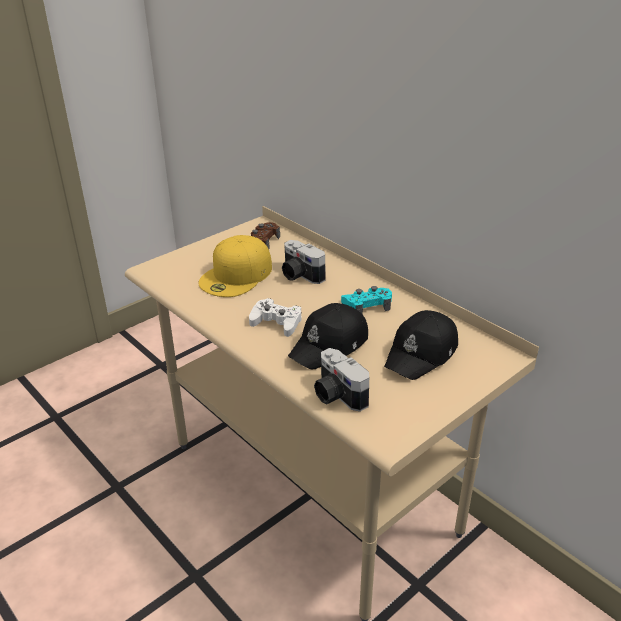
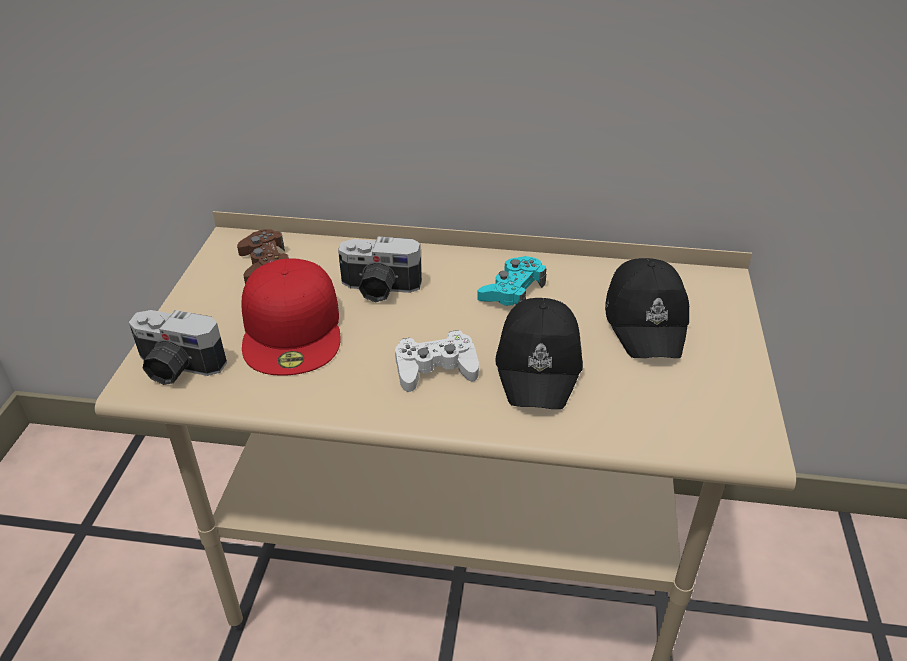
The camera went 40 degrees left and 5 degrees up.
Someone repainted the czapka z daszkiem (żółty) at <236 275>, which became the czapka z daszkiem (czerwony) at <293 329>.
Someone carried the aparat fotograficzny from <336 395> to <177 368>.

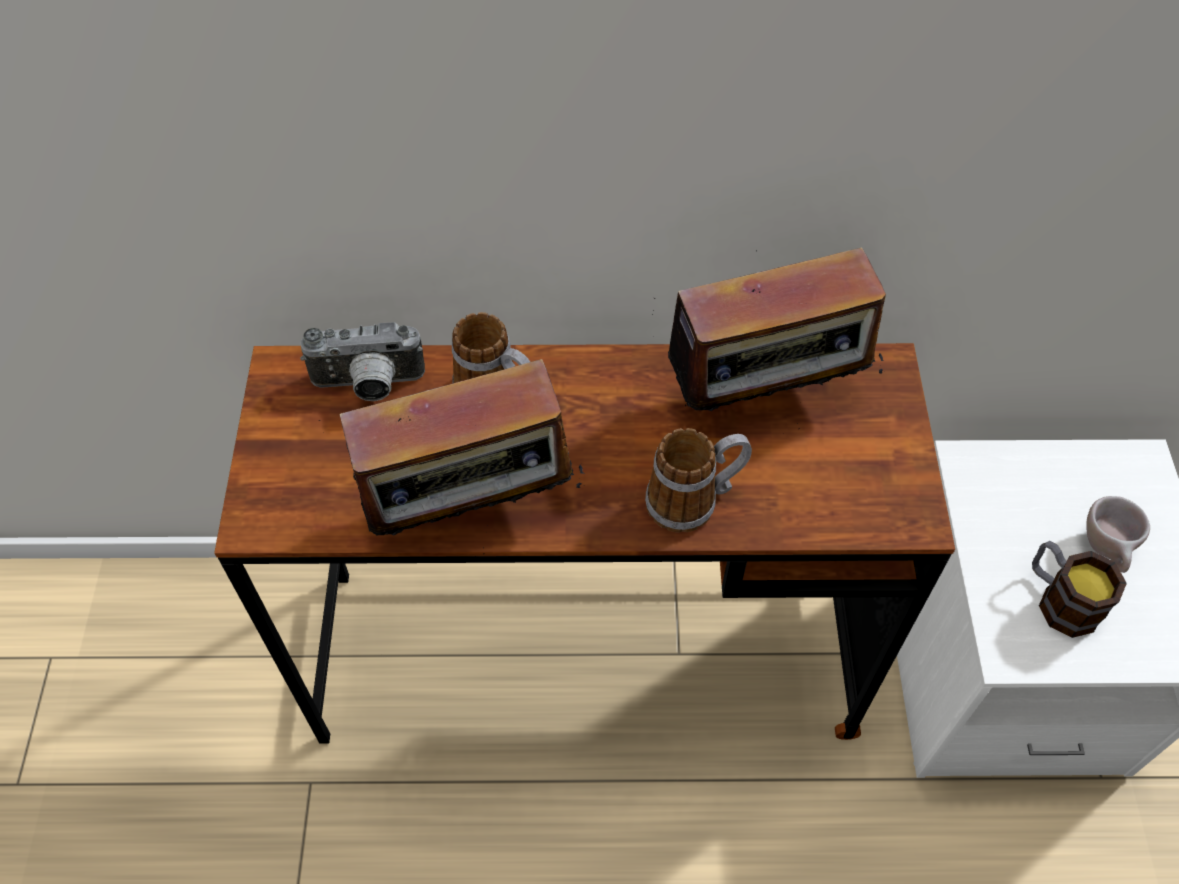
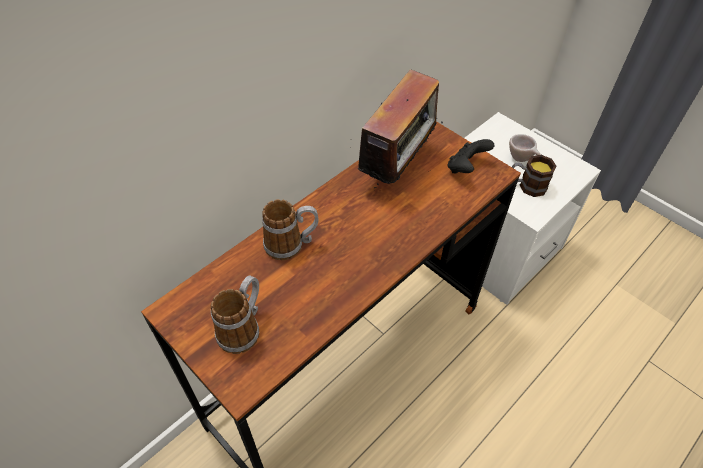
The camera went 45 degrees left and 5 degrees down.
Someone took away the aparat fotograficzny at <368 386>.
Someone took away the radio at <471 510>.
Someone carried the kubek from <694 500> to <243 327>.
Someone put down the pad do gier (czarny) at <466 168>.

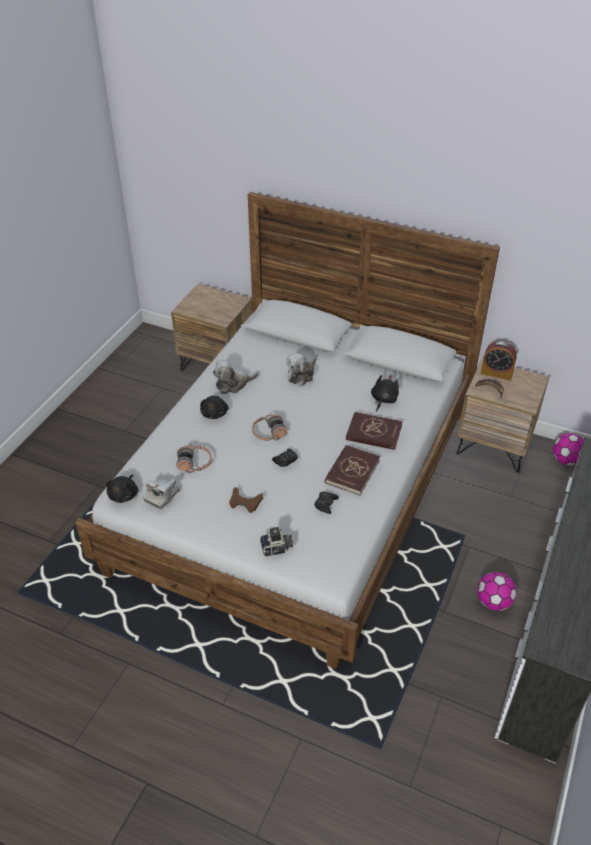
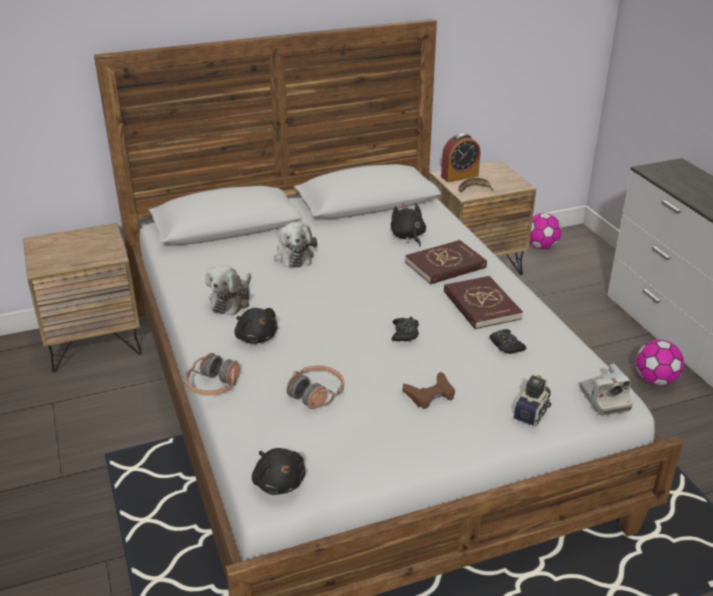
The camera went 45 degrees left and 10 degrees down.
Someone carried the słuchawki from <269 433> to <213 385>.
Someone carried the aparat fotograficzny from <162 496> to <604 399>.

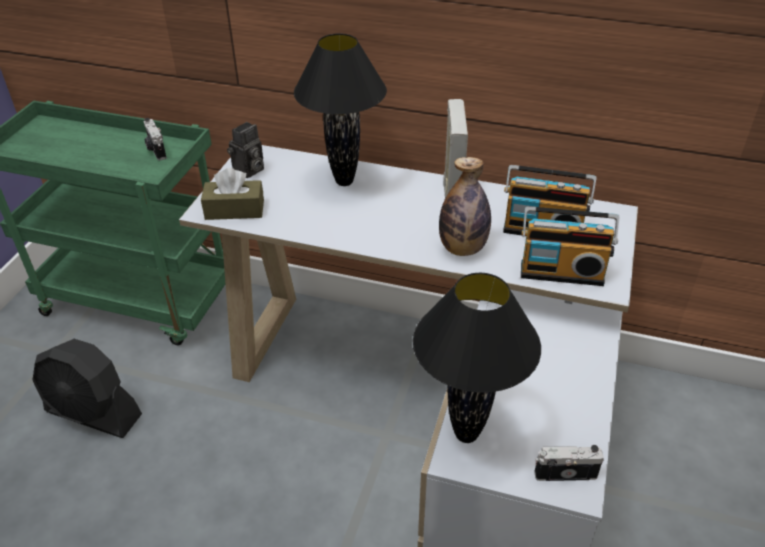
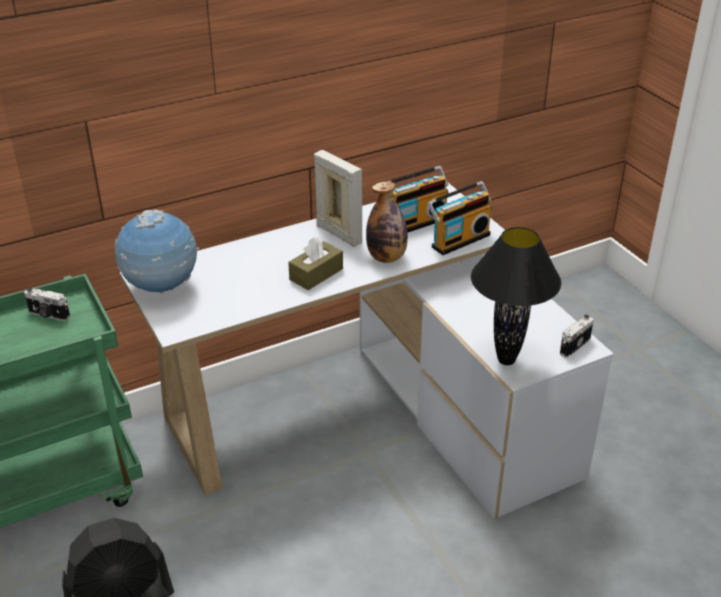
The camera went 45 degrees left and 5 degrees down.
Someone took away the lampa stołowa (czarny) at <344 181>.
Someone swapped the aparat fotograficzny at <248 171> for the globus at <161 288>.
Someone carried the pudełko chusteczek (brązowy) from <234 210> to <316 274>.

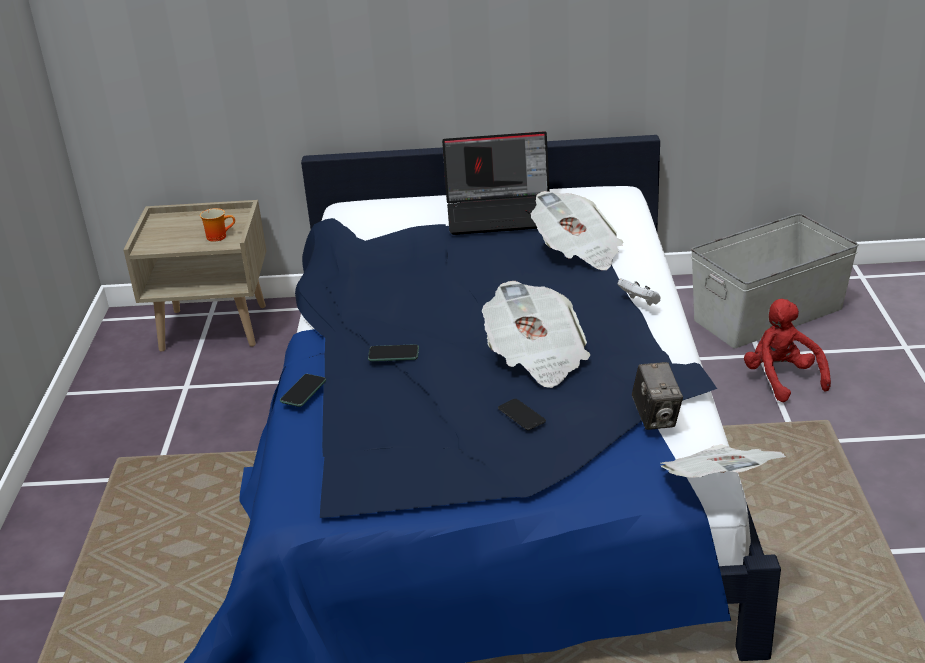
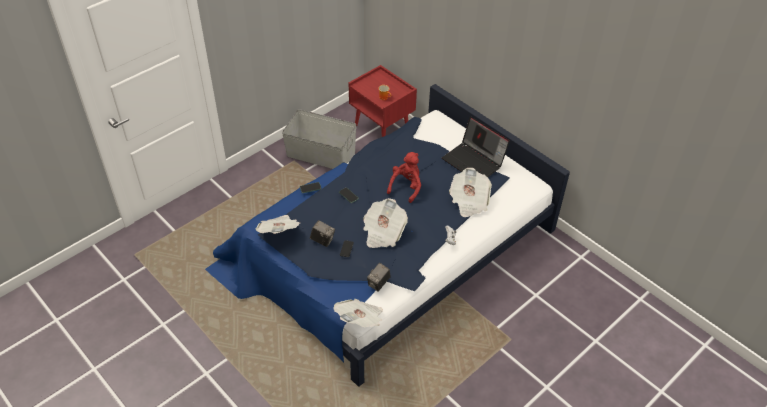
The camera went 45 degrees right and 15 degrees up.
Someone repainted the szafka nocna (beżowy) at <215 327>, which became the szafka nocna (czerwony) at <382 127>.
Someone carried the pojemnik do przechowywania (szary) from <766 314> to <320 154>.
Someone carried the pluszak (czerwony) from <781 379> to <406 187>.
Someone put down the gazeta at <279 232>.
Someone put down the aparat fotograficzny at <322 240>.

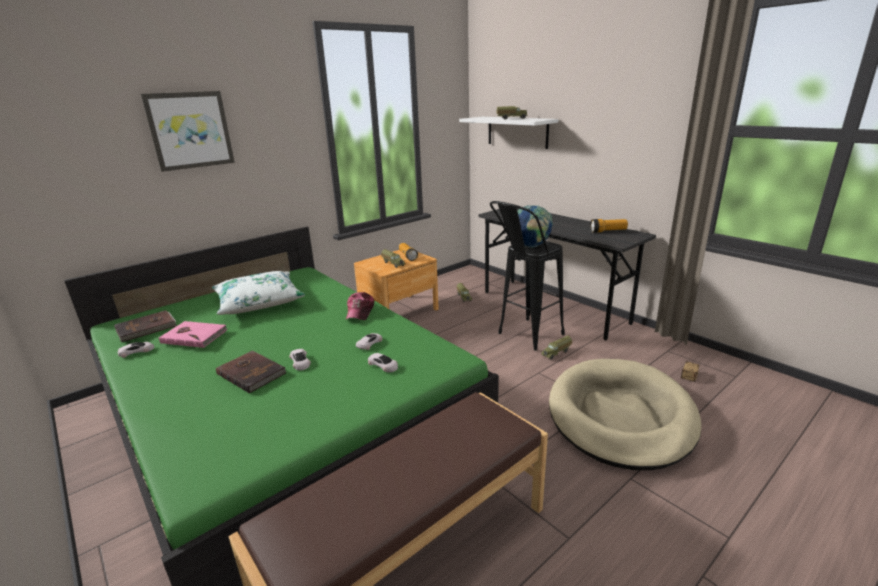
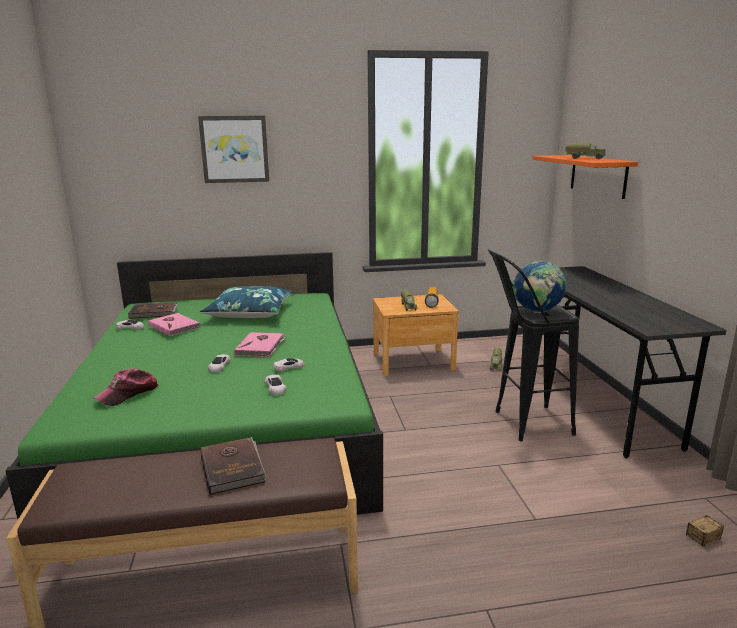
The camera went 30 degrees right and 5 degrees down.
Someone repainted the półka (biały) at <517 132>, which became the półka (pomarańczowy) at <598 175>.
Someone took away the latarka at <608 231>.
Someone repainted the poduszka (biały) at <259 302>, which became the poduszka (niebieski) at <250 312>.
Someone carried the czapka z daszkiem from <360 312> to <128 394>.
Someone took away the ciężarówka zabawkowa at <556 353>.
Someone carried the książka (brązowy) from <252 373> to <233 467>.
Someone took away the legowisko (beżowy) at <620 416>.
Someone put down the książka (różowy) at <261 347>.

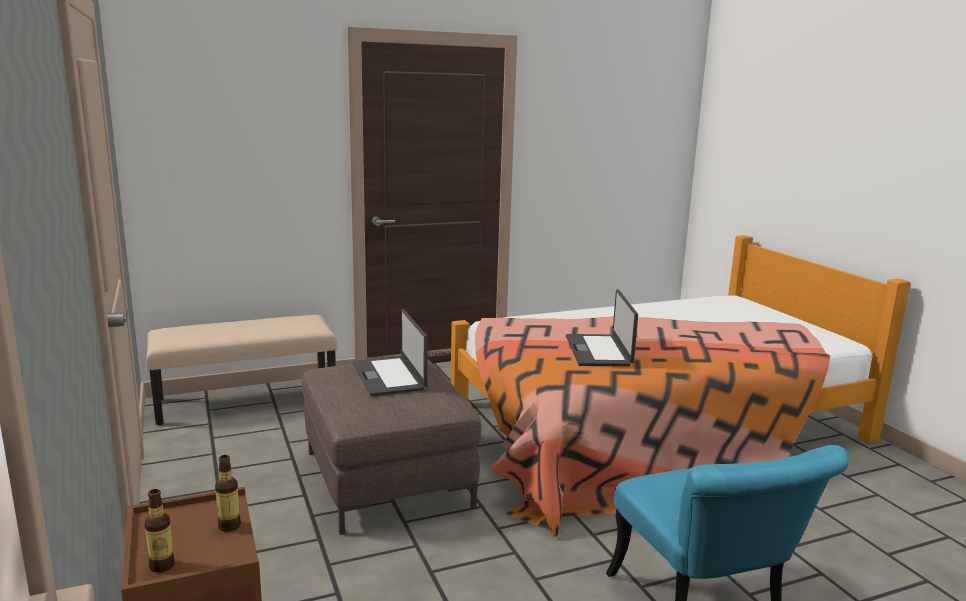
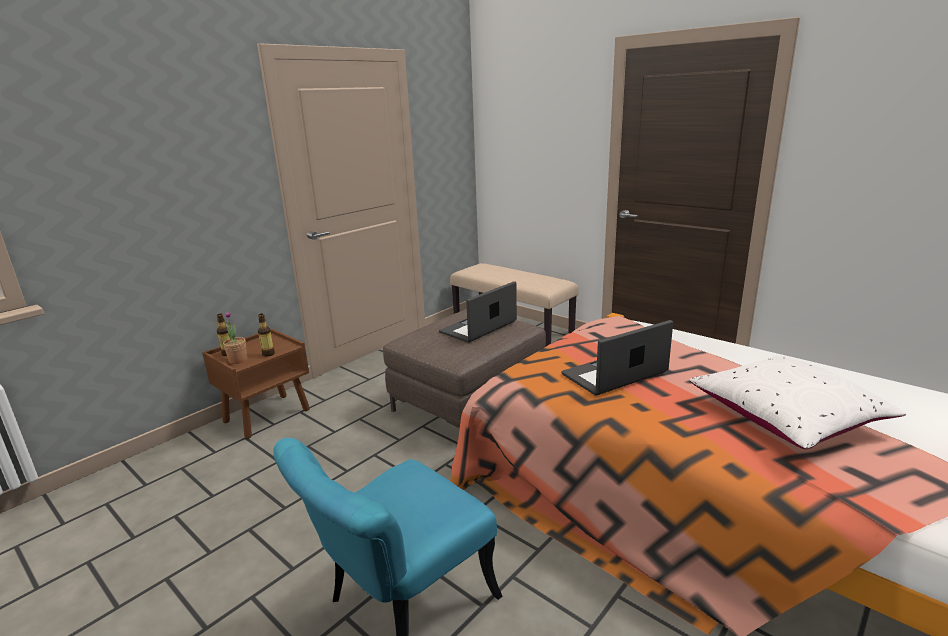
The camera went 65 degrees right and 5 degrees up.
Someone put down the roślina doniczkowa at <238 360>.
Someone put down the poduszka (biały) at <786 417>.

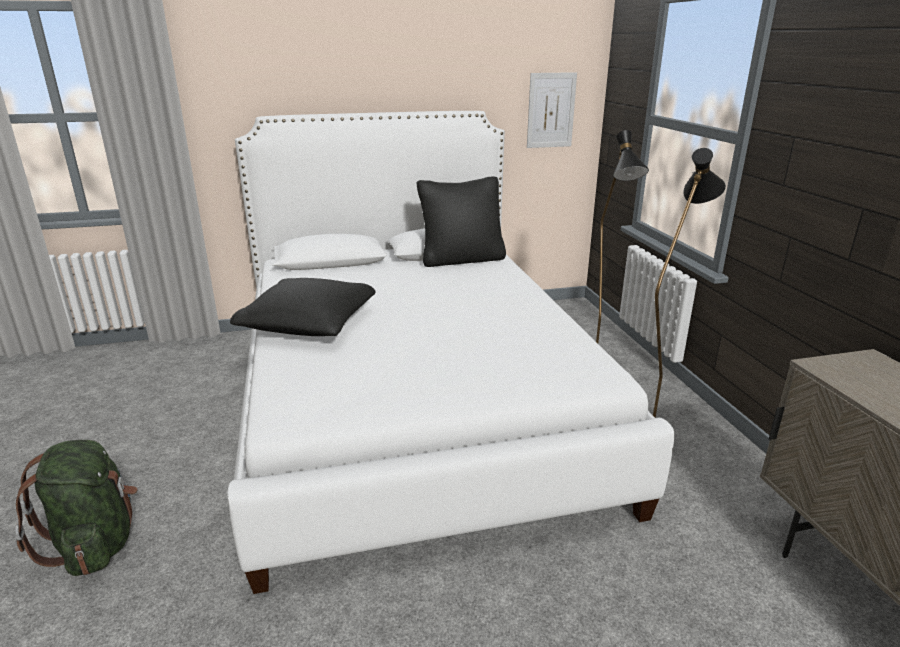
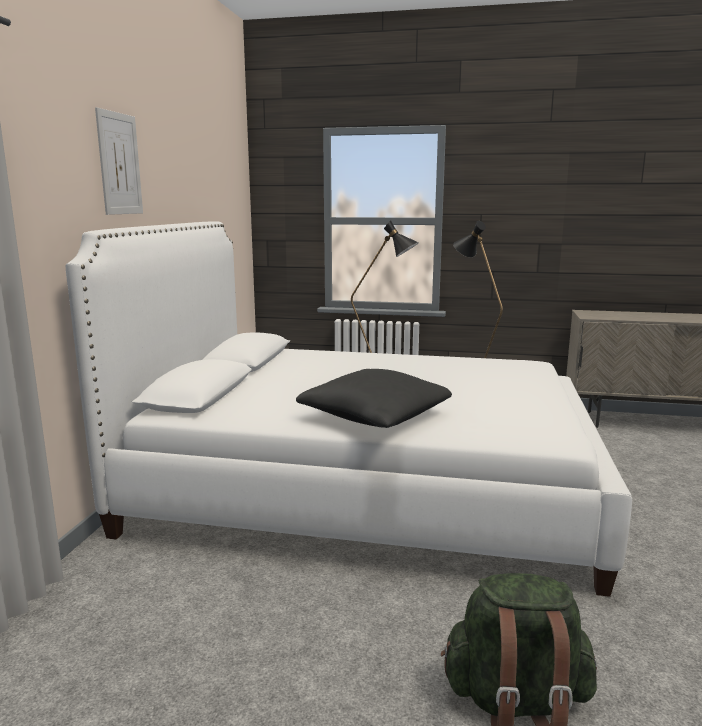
The camera went 65 degrees left and 10 degrees down.
Someone carried the obraz from <551 110> to <119 164>.
Someone took away the poduszka (czarny) at <461 259>.

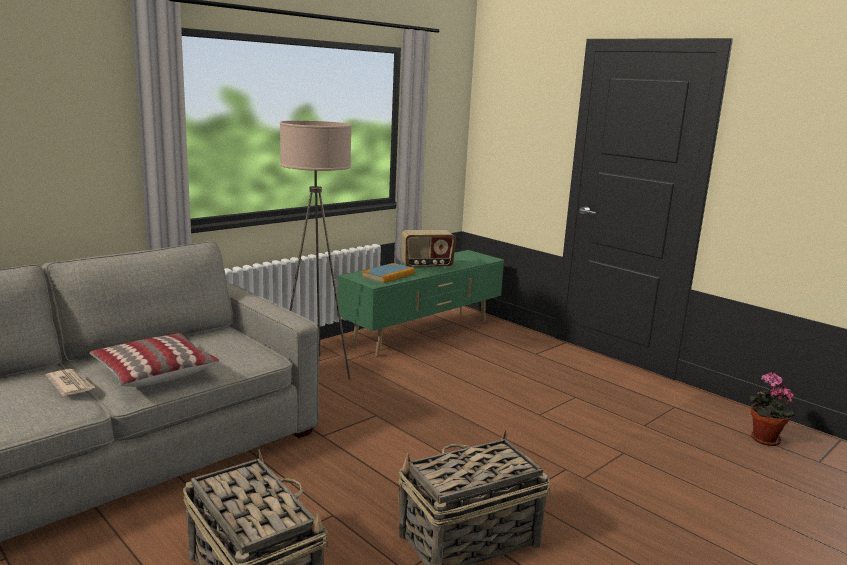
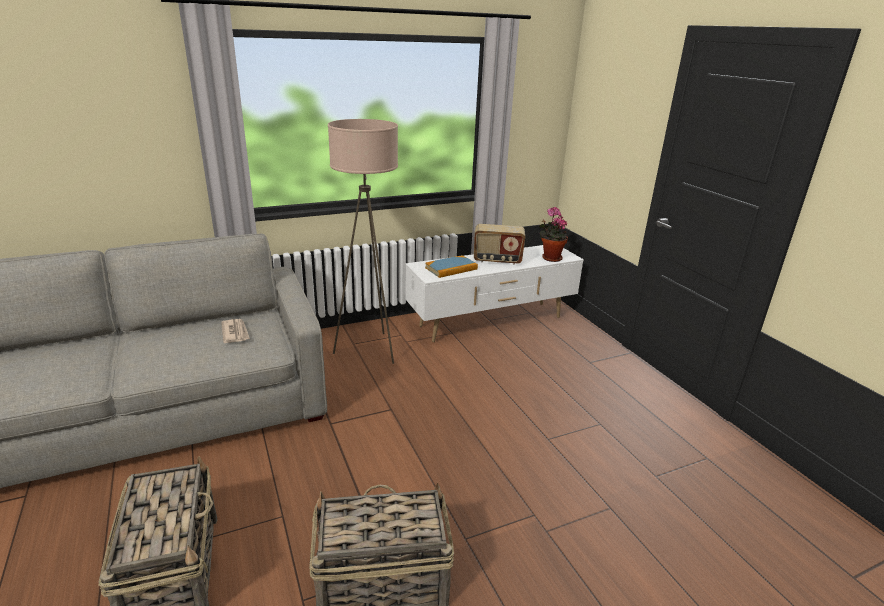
The camera went 20 degrees right and 10 degrees up.
Someone repainted the szafka pod telewizor (zielony) at <423 334>, which became the szafka pod telewizor (biały) at <492 322>.
Someone took away the poduszka at <154 371>.
Someone carried the gazeta from <70 384> to <235 332>.
Someone carried the roślina doniczkowa from <762 439> to <550 258>.

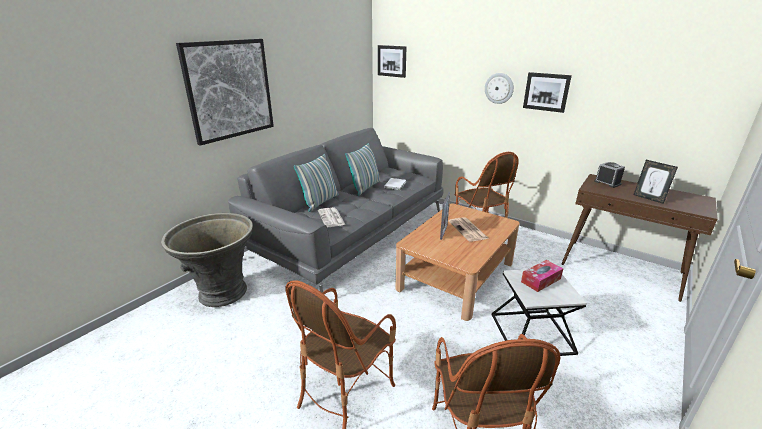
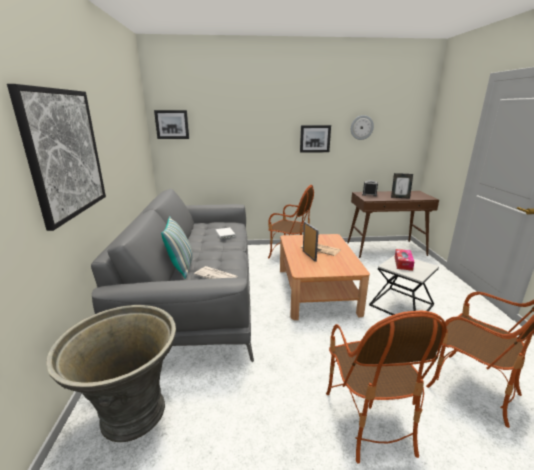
The camera went 40 degrees left and 5 degrees down.
Someone carried the zegar ścienny from <499 88> to <361 127>.
Someone took away the poduszka at <365 187>.

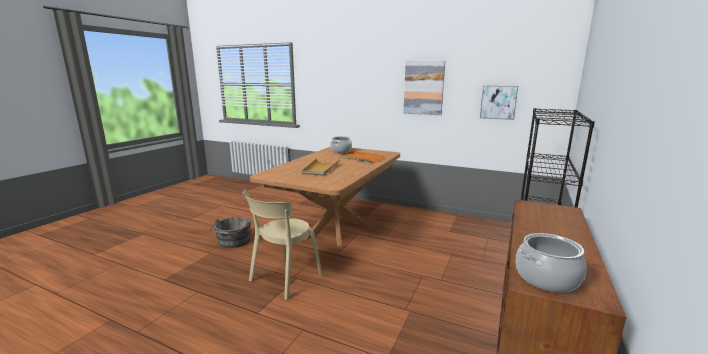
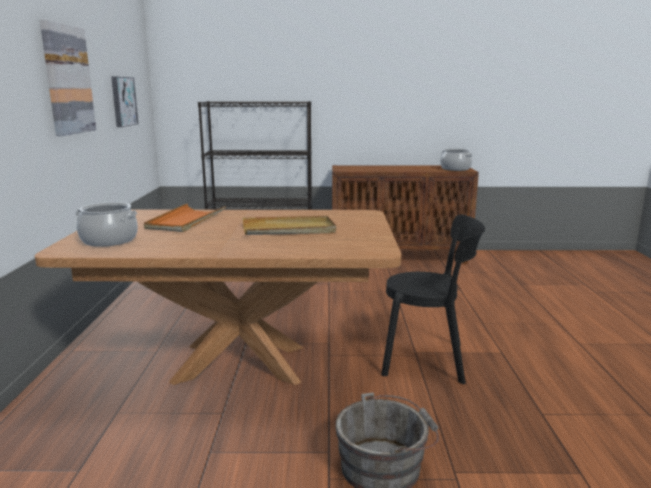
The camera went 115 degrees left and 0 degrees up.
Someone repainted the krzesło (beżowy) at <283 279>, which became the krzesło (czarny) at <428 360>.

